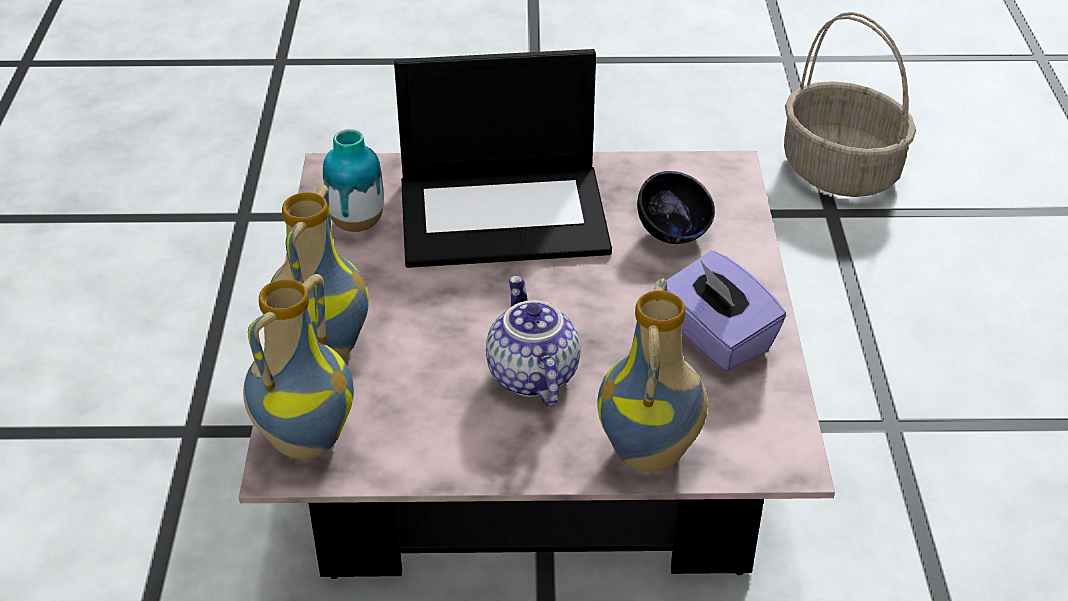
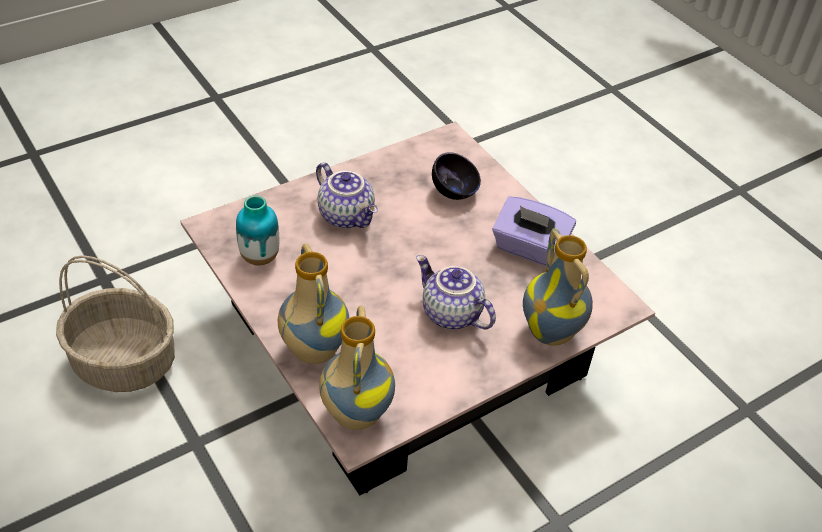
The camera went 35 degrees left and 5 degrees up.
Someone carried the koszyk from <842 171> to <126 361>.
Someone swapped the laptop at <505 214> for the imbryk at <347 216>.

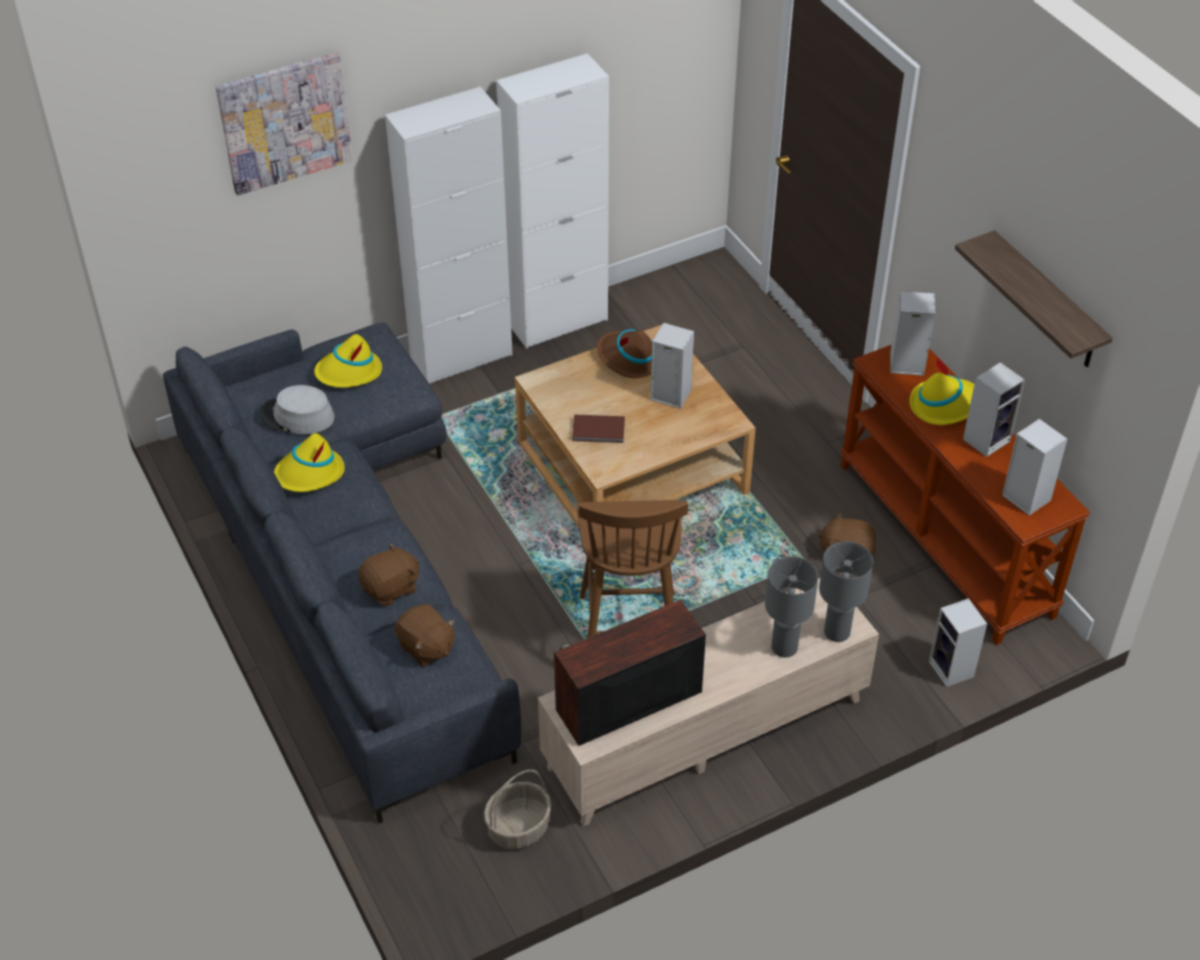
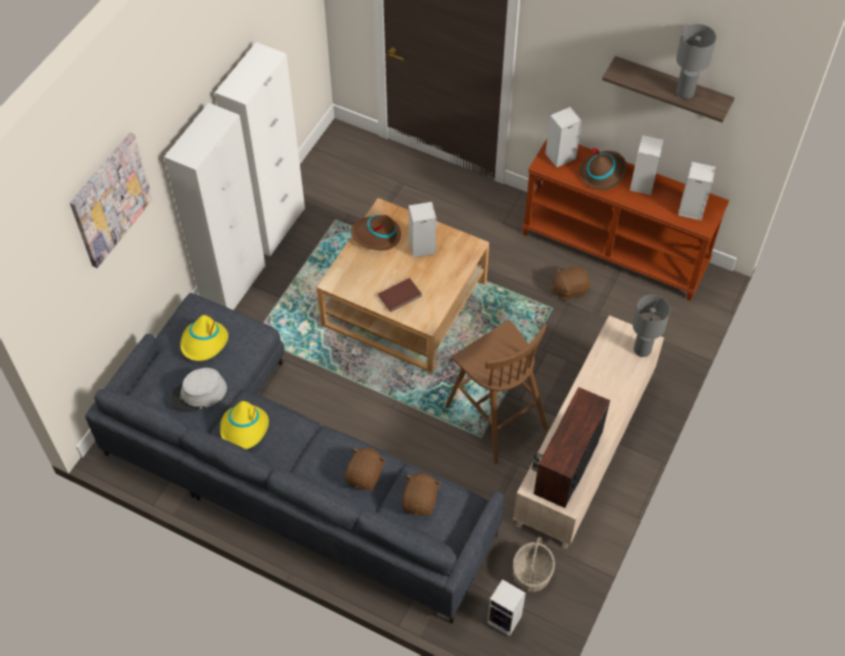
The camera went 35 degrees left and 10 degrees up.
Someone repainted the kapelusz (żółty) at <945 405>, which became the kapelusz (brązowy) at <602 173>.
Someone carried the lampa stołowa (szary) from <785 647> to <685 92>.
Someone carried the głośnik from <952 670> to <505 620>.
Someone rotated the pluszak (brązowy) at <426 647> by 90 degrees counterclockwise.

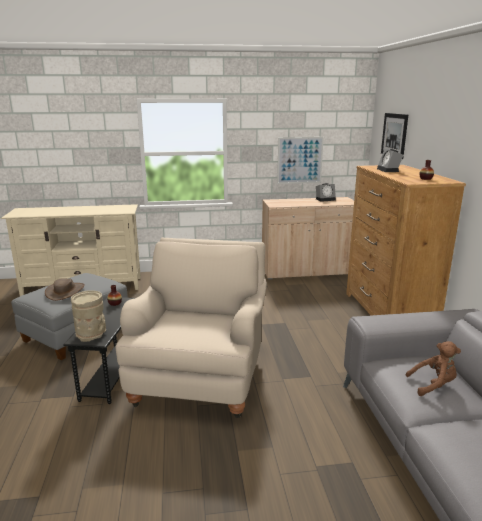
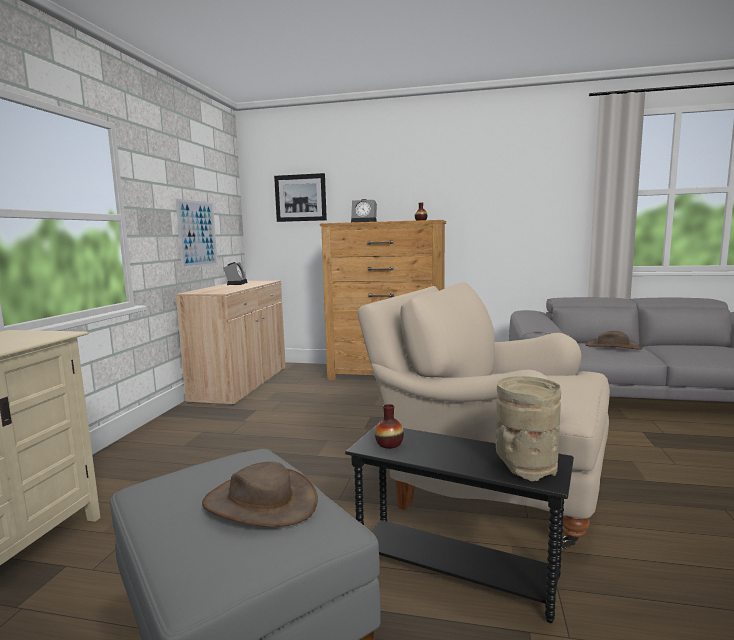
The camera went 70 degrees left and 10 degrees down.
Someone swapped the pluszak (brązowy) at <433 385> for the kapelusz (brązowy) at <613 346>.

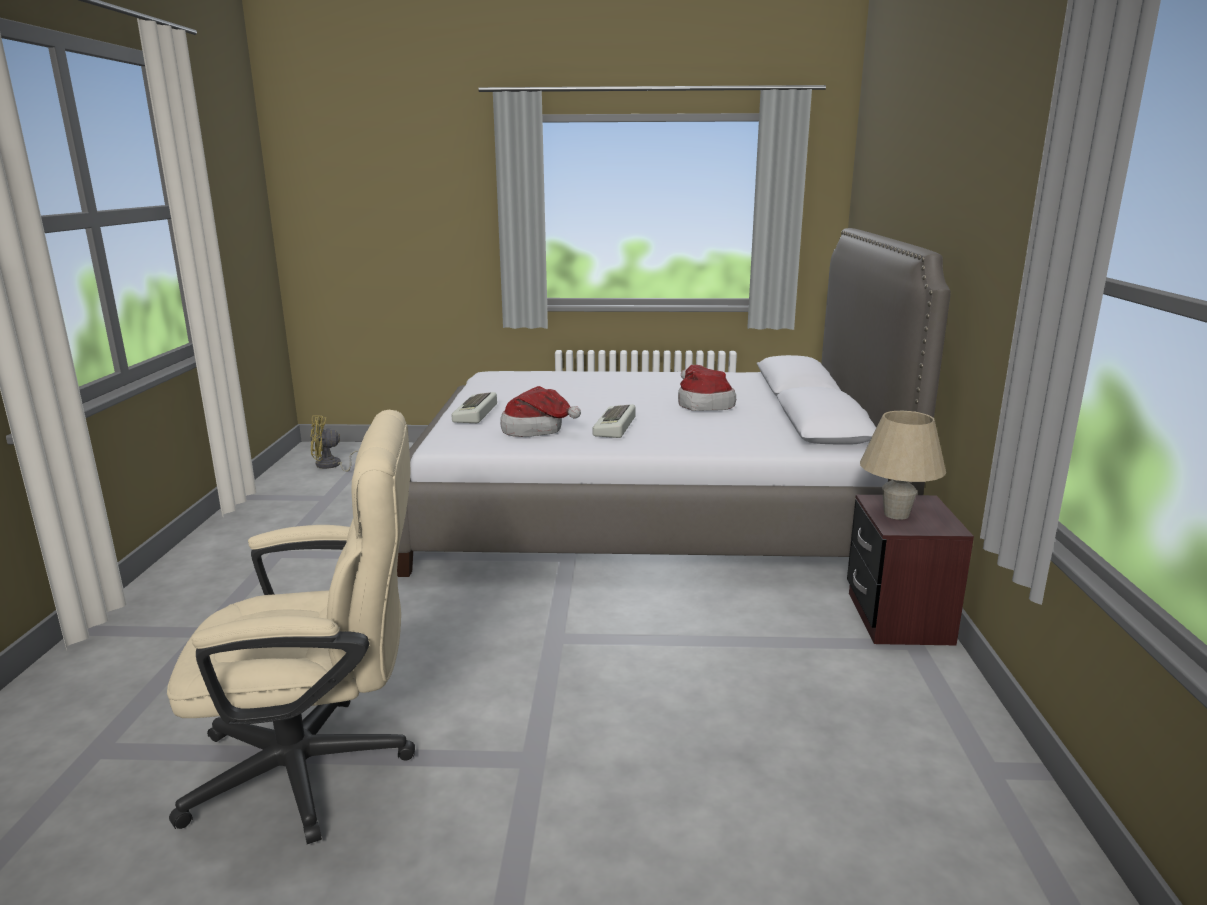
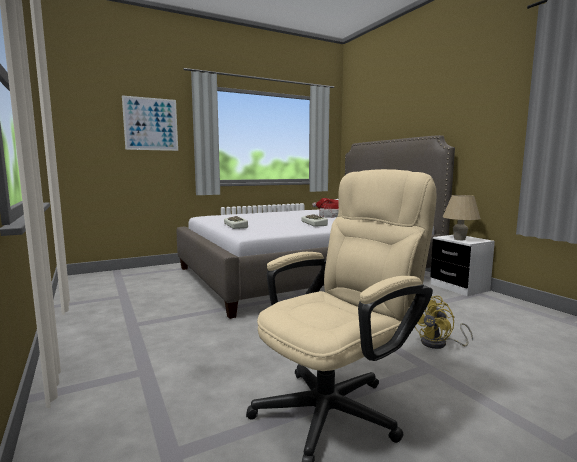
The camera went 30 degrees left and 10 degrees down.
Someone took away the kapelusz at <537 430>.
Someone carried the wentylator (żółty) from <332 466> to <439 344>.
Someone repainted the szafka nocna (brązowy) at <898 618>, which became the szafka nocna (biały) at <459 287>.
Someone put up the obraz at <151 124>.

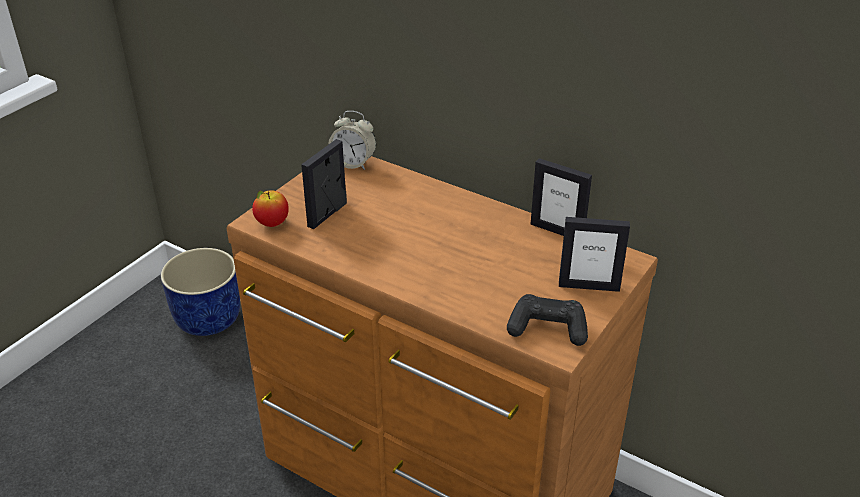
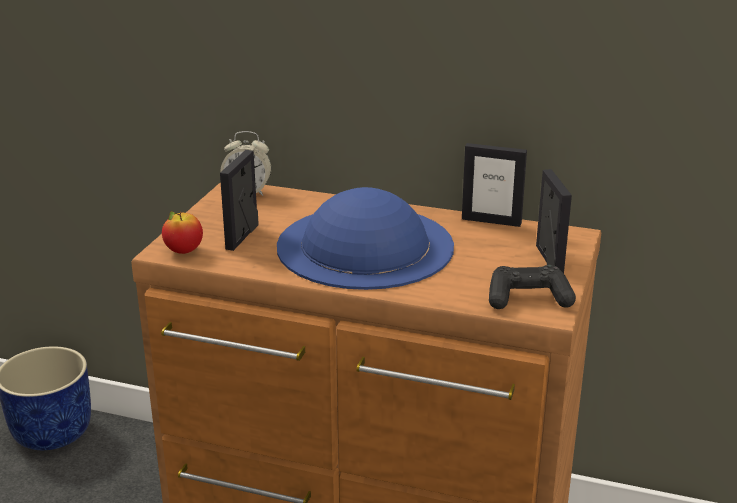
The camera went 15 degrees left and 10 degrees down.
Someone rotated the ramka na zdjęcie at <589 286> by 90 degrees counterclockwise.
Someone put down the kapelusz (niebieski) at <365 246>.

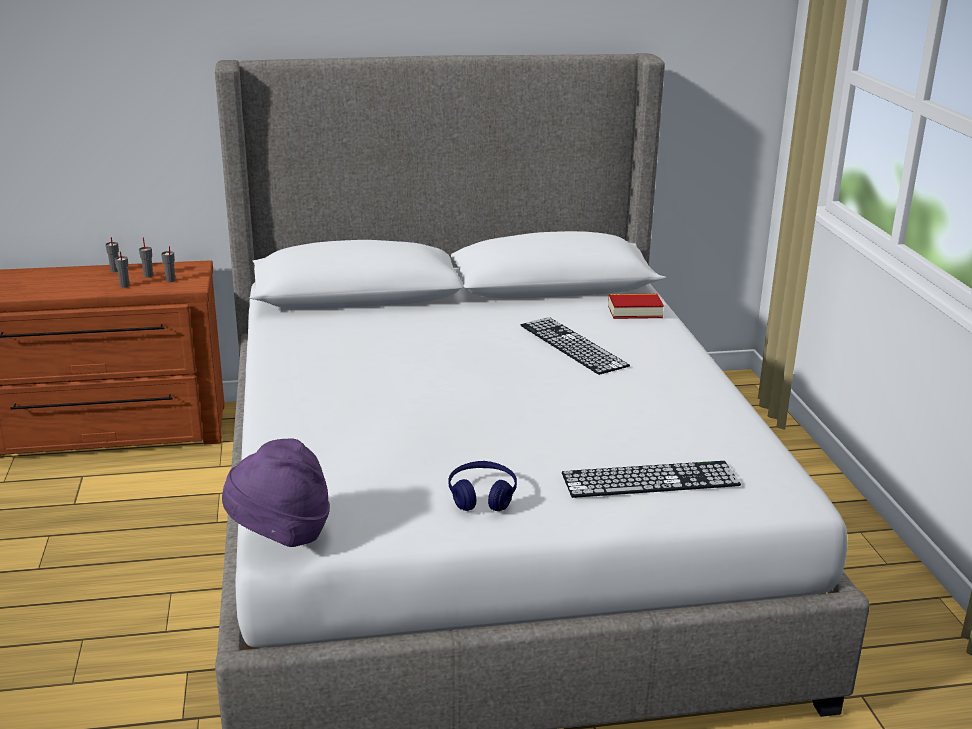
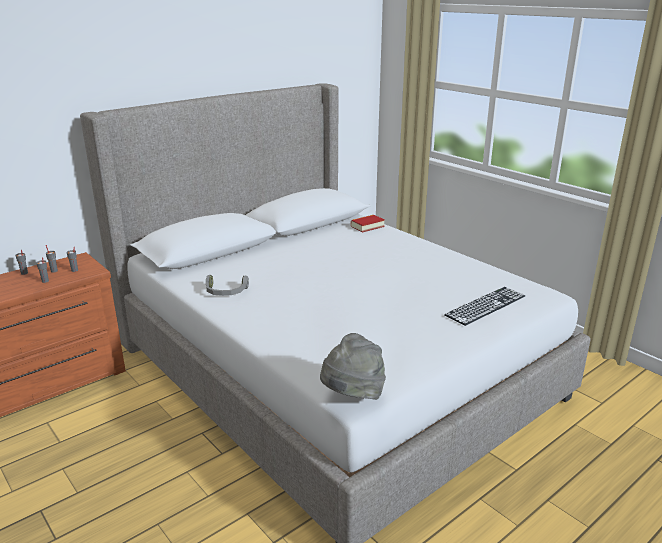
The camera went 30 degrees left and 0 degrees up.
Someone took away the klawiatura at <572 345>.
Someone repainted the kapelusz (fioletowy) at <280 535>, which became the kapelusz (szary) at <352 396>.
Someone took away the słuchawki (niebieski) at <482 496>.
Someone put down the słuchawki (szary) at <225 292>.

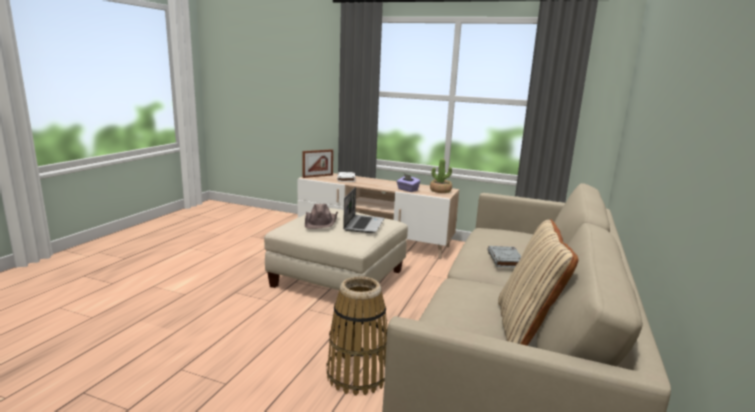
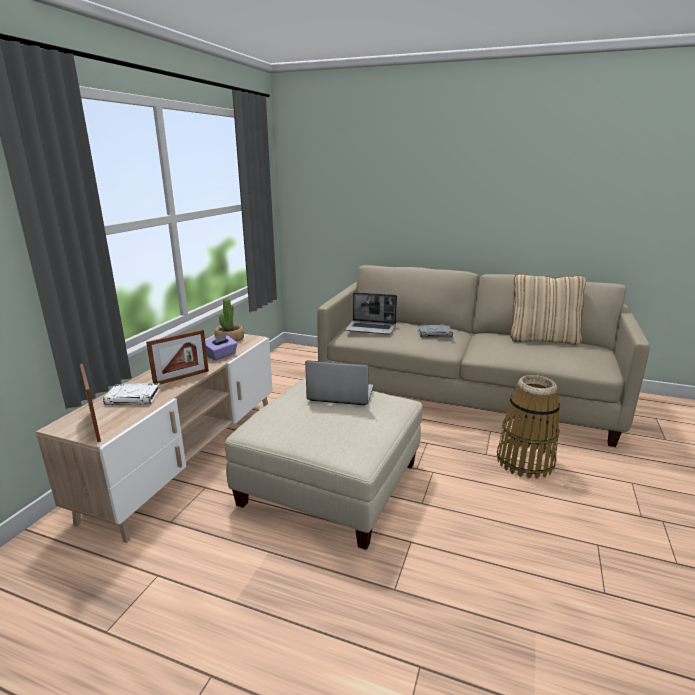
The camera went 90 degrees left and 5 degrees up.
Someone took away the kapelusz (brązowy) at <321 221>.
Someone put down the laptop at <371 328>.
Someone put down the ramka na zdjęcie at <181 378>.

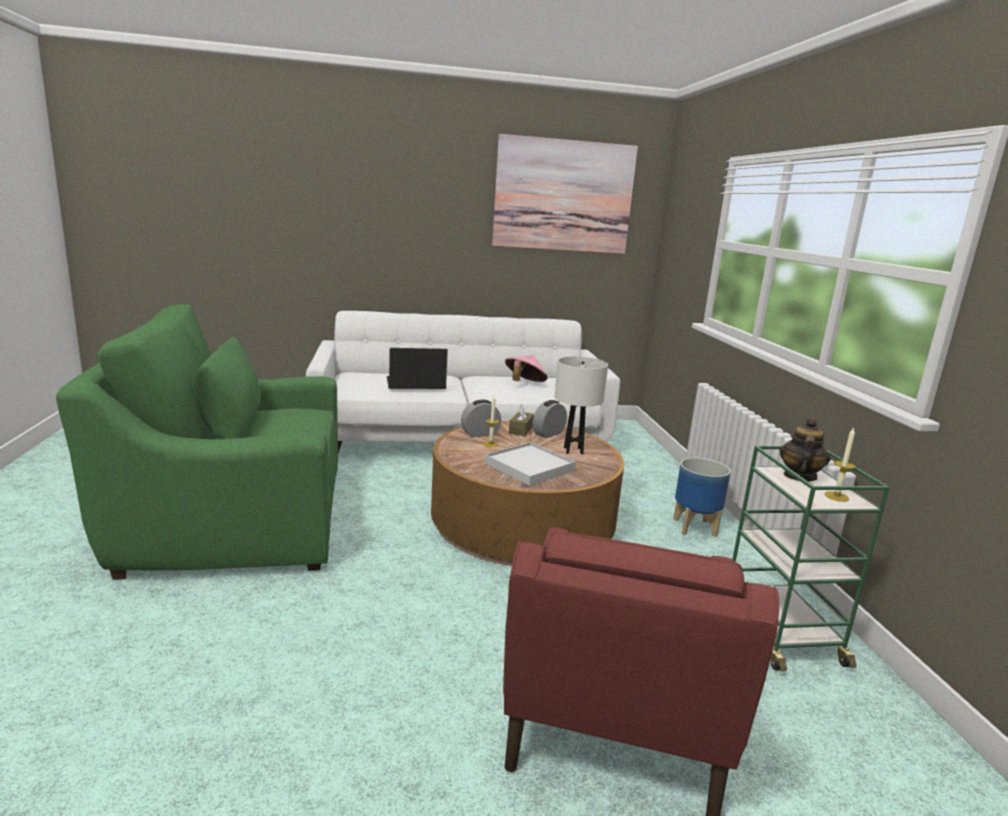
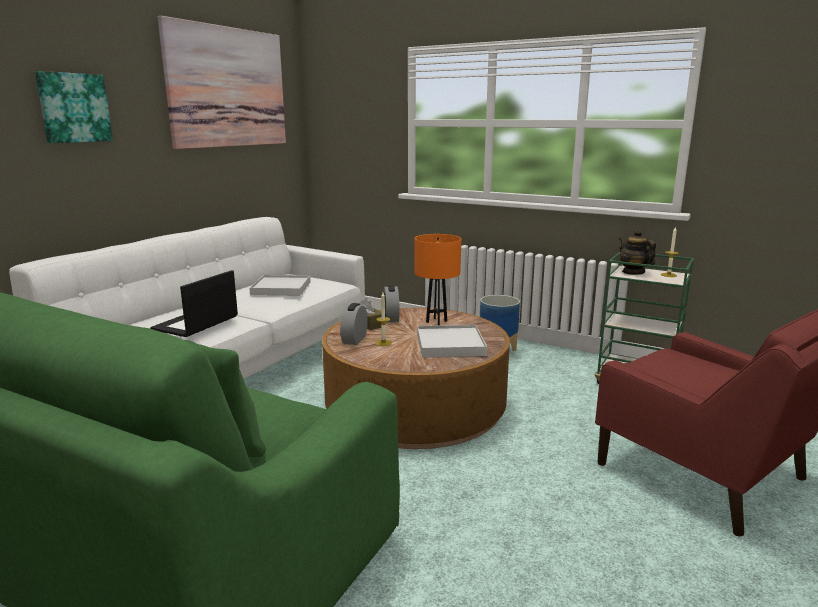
The camera went 50 degrees left and 0 degrees up.
Someone swapped the kapelusz (różowy) at <524 384> for the taca (biały) at <281 288>.
Someone repainted the lampa stołowa (biały) at <573 450>, which became the lampa stołowa (pomarańczowy) at <436 321>.
Someone put up the obraz at <74 108>.

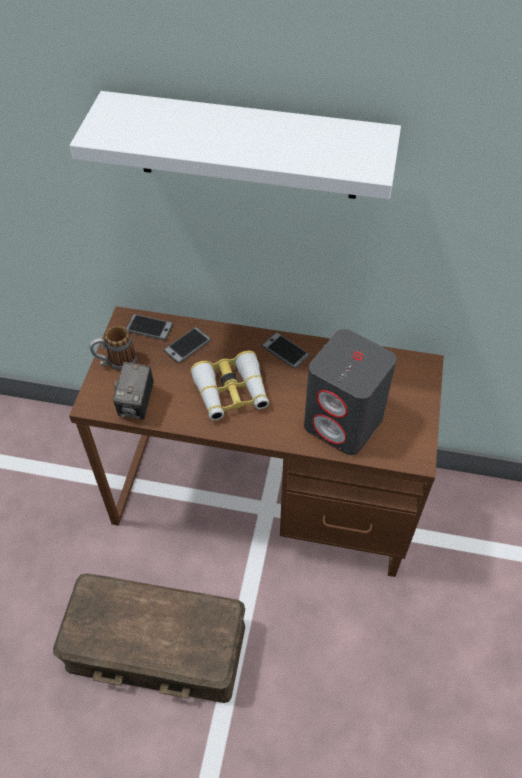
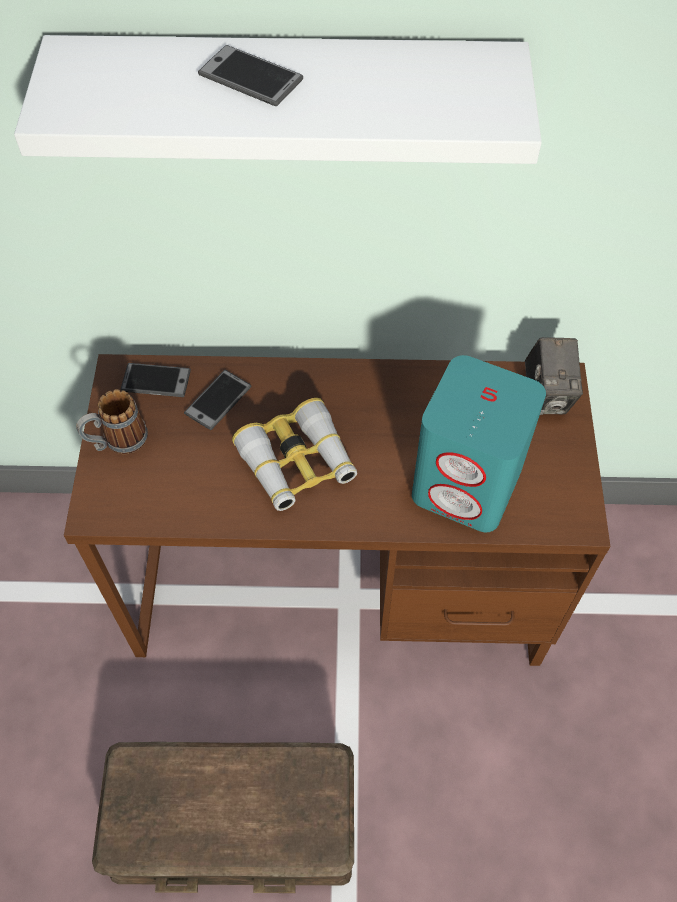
The camera went 10 degrees left and 5 degrees up.
Someone repainted the głośnik (szary) at <344 422>, which became the głośnik (turkusowy) at <467 484>.
Someone carried the telefon from <285 351> to <251 77>.
Someone carried the aparat fotograficzny from <137 404> to <546 395>.

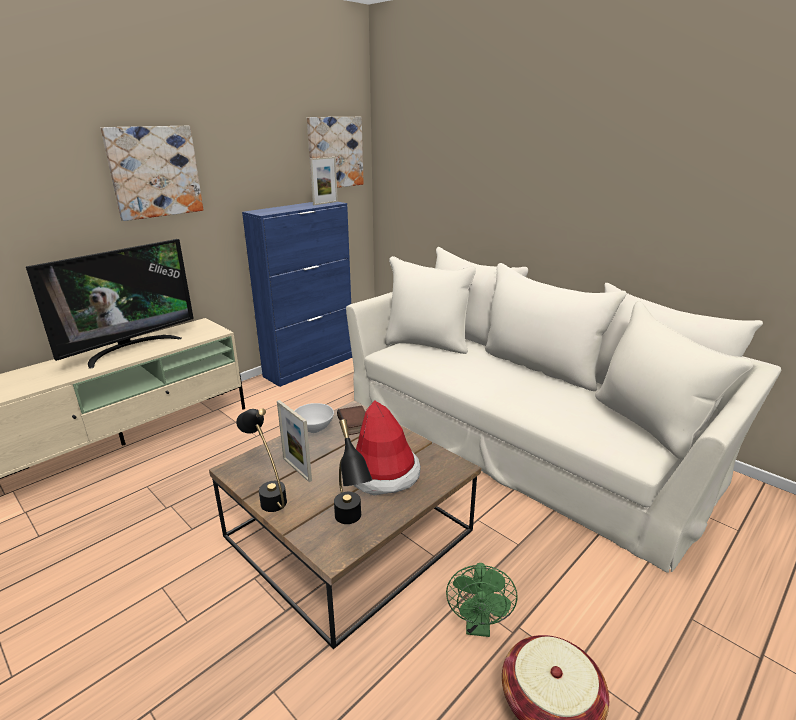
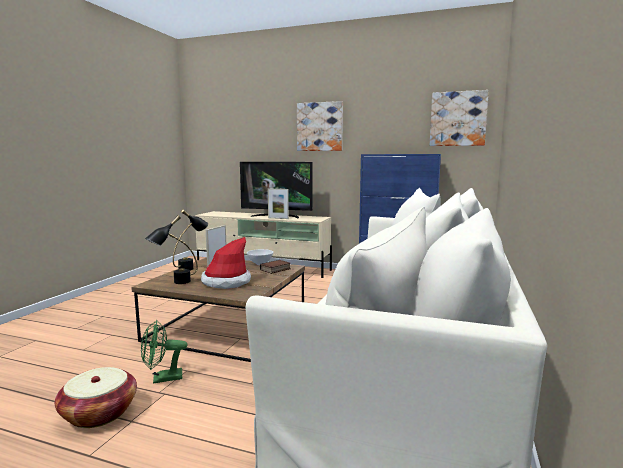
The camera went 65 degrees right and 15 degrees down.
Someone carried the ramka na zdjęcie from <325 203> to <278 218>.

